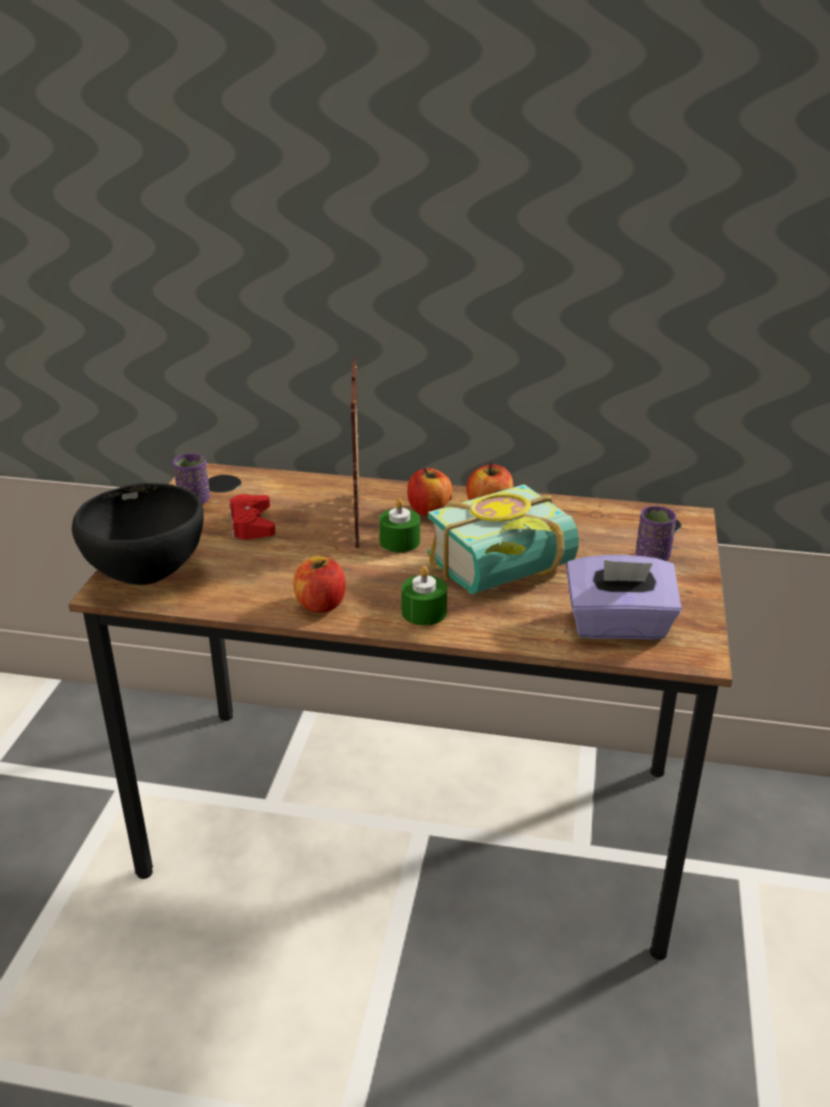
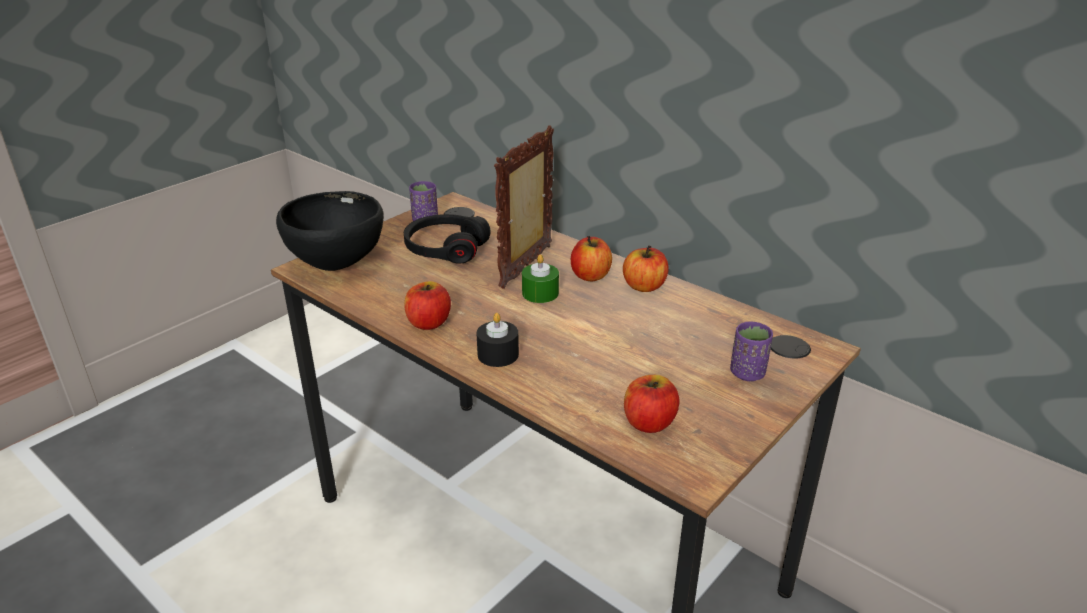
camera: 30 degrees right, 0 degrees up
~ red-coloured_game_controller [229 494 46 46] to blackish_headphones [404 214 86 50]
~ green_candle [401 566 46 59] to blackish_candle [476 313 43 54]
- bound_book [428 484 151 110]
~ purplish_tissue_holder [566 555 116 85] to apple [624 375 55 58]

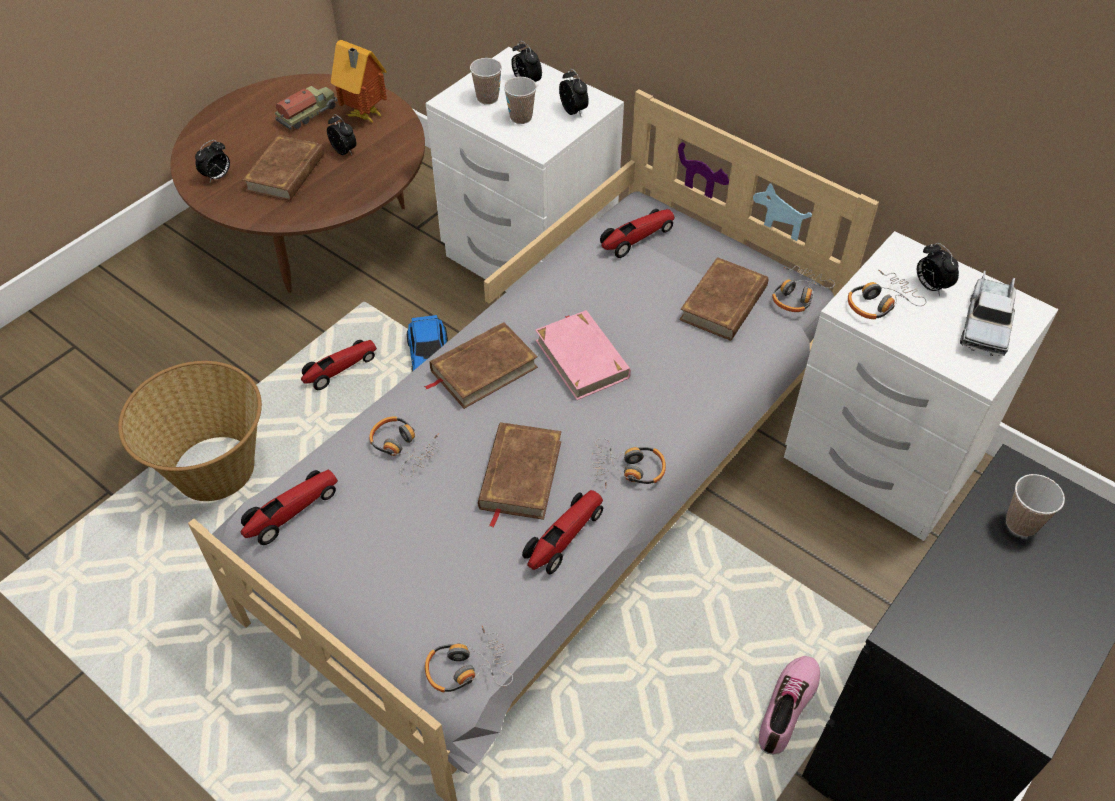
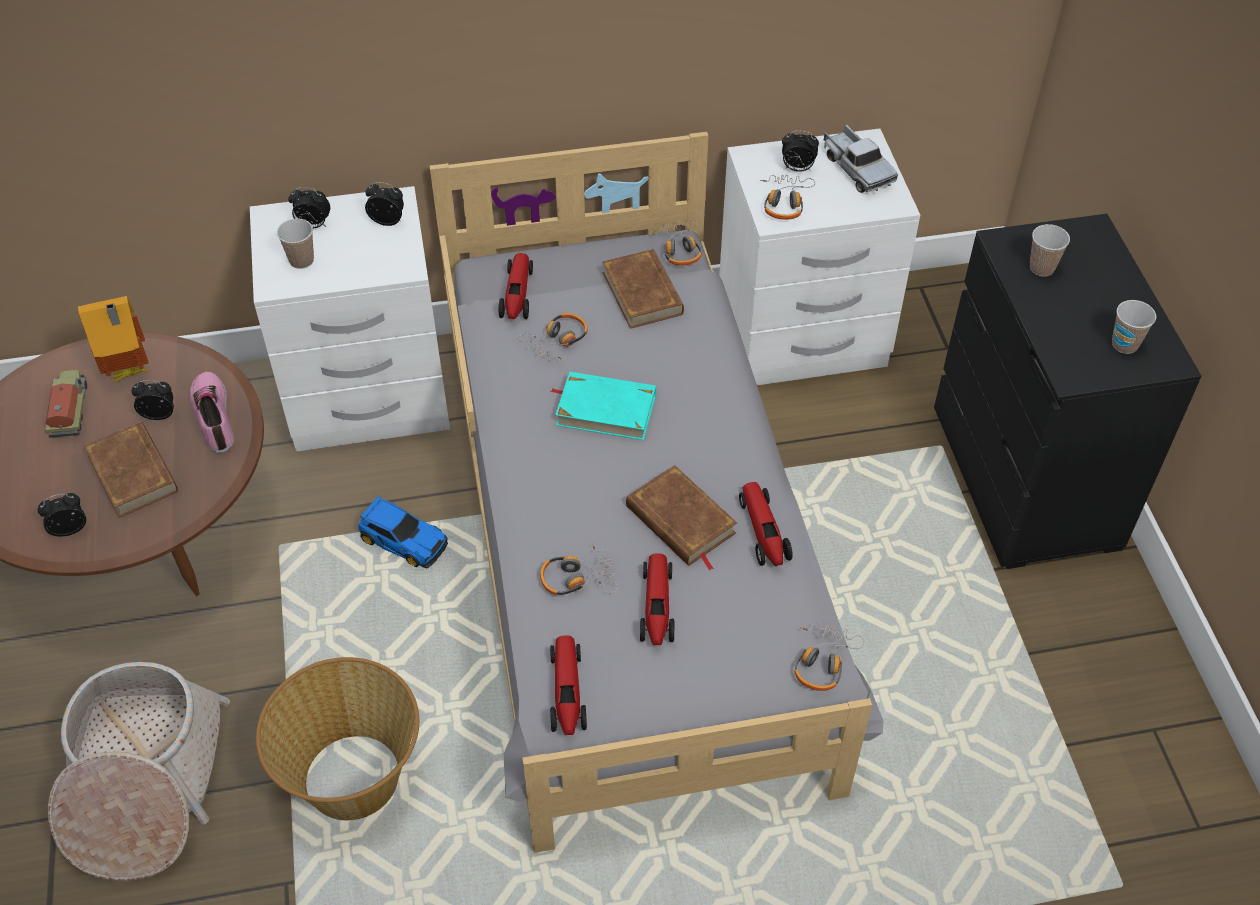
camera: 50 degrees left, 0 degrees up
~ alarm_clock [195 140 35 42] = [38 493 48 43] 105 degrees counterclockwise
~ miniature_car [301 340 76 50] to [640 553 34 92]
- brown-coloured_bound_book [424 322 114 87]
~ cup [504 77 33 47] to [1112 300 44 54]
~ pink-coloured_bound_book [536 310 95 90] to turquoise_bound_book [551 372 105 68]
~ headphones [592 438 74 51] to [519 313 69 47]
~ low_shoe [758 656 62 99] to [190 372 44 81]
+ basket [48 662 182 219]

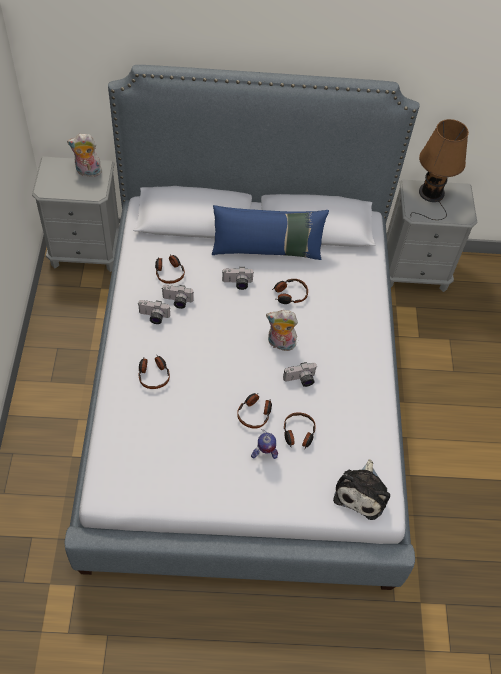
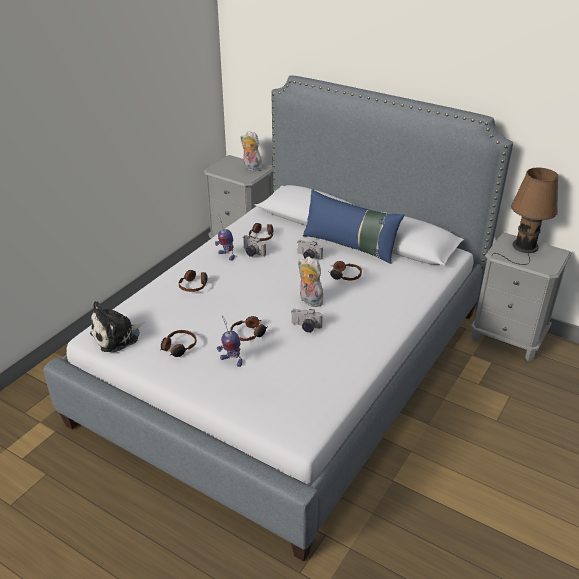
camera: 35 degrees right, 20 degrees down
~ photo_camera [138 300 32 24] to model_robot [215 215 20 45]
~ headphones [284 412 31 38] to [160 330 37 27]
~ plush_toy [333 459 57 61] to [90 301 54 51]

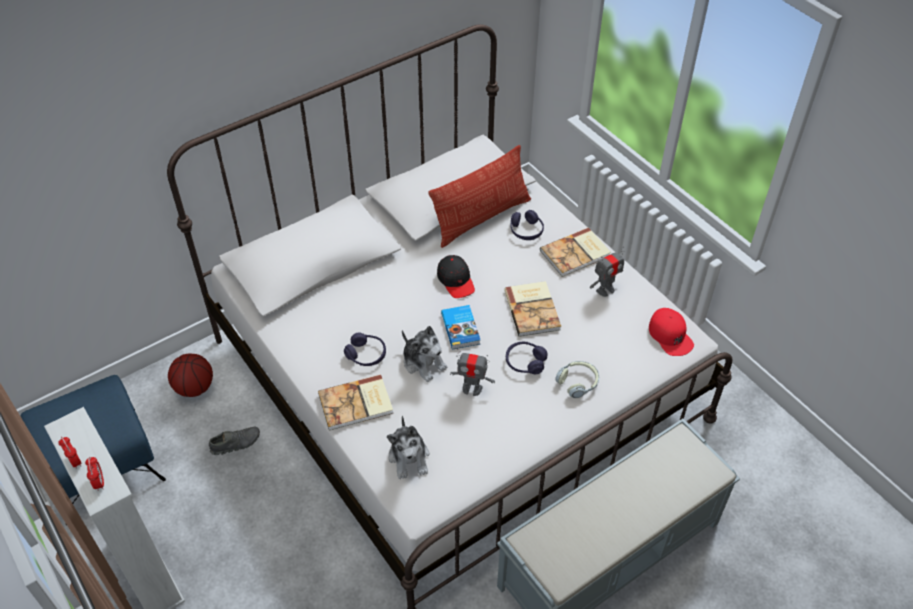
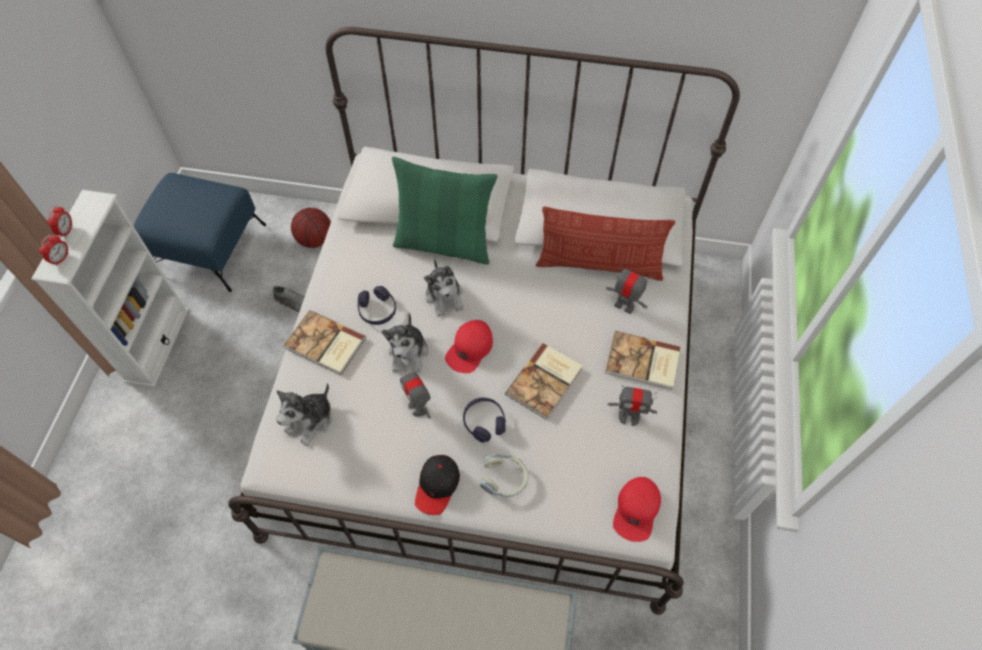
camera: 45 degrees right, 10 degrees up
~ blackish_peaked_cap [437 255 38 43] to [415 455 45 60]
~ bound_book [441 305 39 44] to red-coloured_peaked_cap [445 320 48 53]
~ purplish_headphones [511 210 33 30] to model_robot [606 265 44 49]
+ green_cushion [392 157 106 107]
+ plush_toy [424 259 40 58]

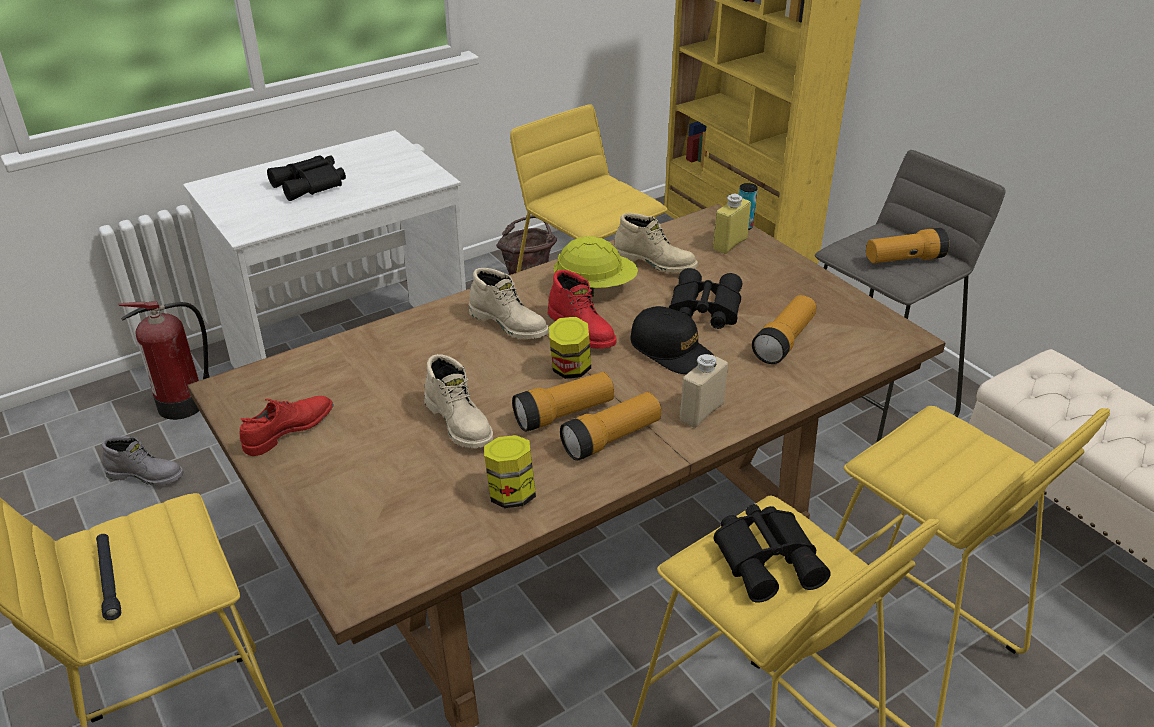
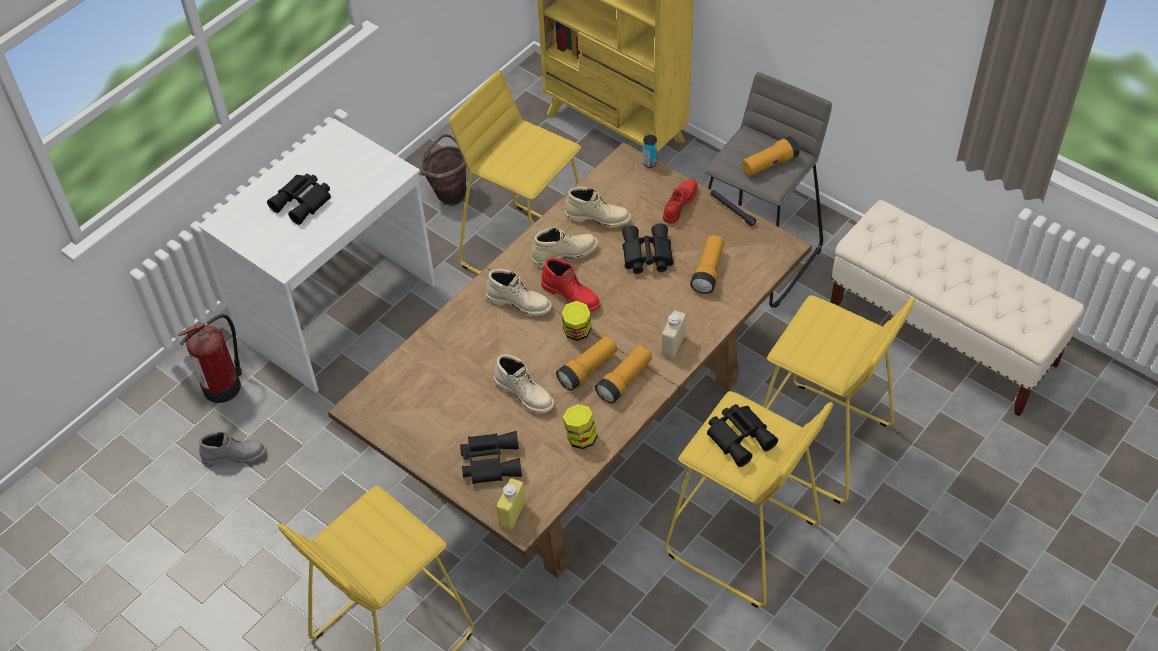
camera: 15 degrees left, 15 degrees up
~ blackish_hand_torch [96 534 25 86] to [710 190 46 36]
~ red-coloured_low_shoe [240 396 94 60] to [663 179 35 45]
~ yellow-coloured_hard_hat [553 236 85 60] to beige-coloured_tall_boot [532 227 66 41]
- blackish_peaked_cap [630 306 85 68]
~ yellow-coloured_bottle [713 194 38 60] to [497 478 29 52]
+ blackish_pair_of_binoculars [460 431 62 53]

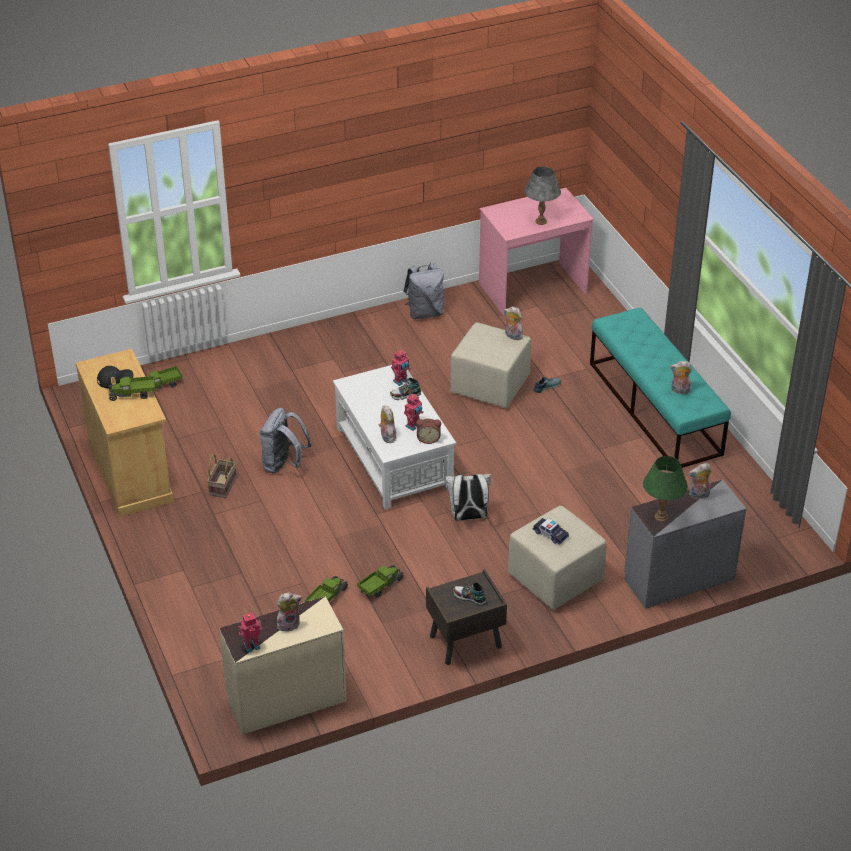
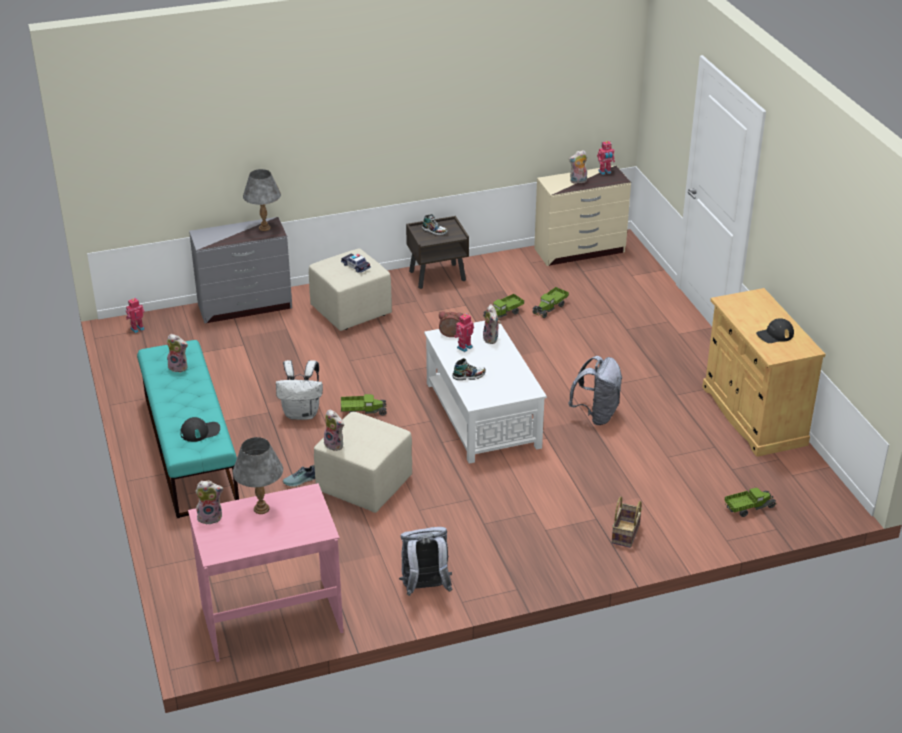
camera: 175 degrees left, 5 degrees down
~ toy_truck [108 376 47 25] to [341 394 46 22]
~ basket [207 454 30 44] to [612 497 30 51]
~ model_robot [391 350 20 36] to [126 298 19 35]
~ white-coloured_backpack [444 472 47 48] to [276 360 47 60]
~ green_table_lamp [643 456 45 66] to greyish_table_lamp [243 169 38 62]
~ plush_toy [689 463 23 36] to [195 481 28 44]
+ blackish_peaked_cap [180 417 40 25]

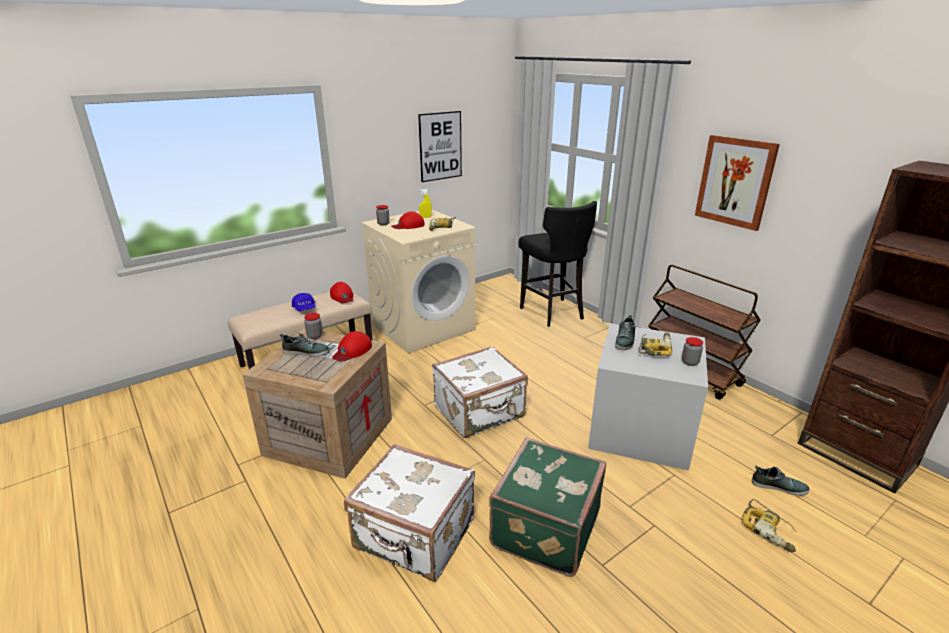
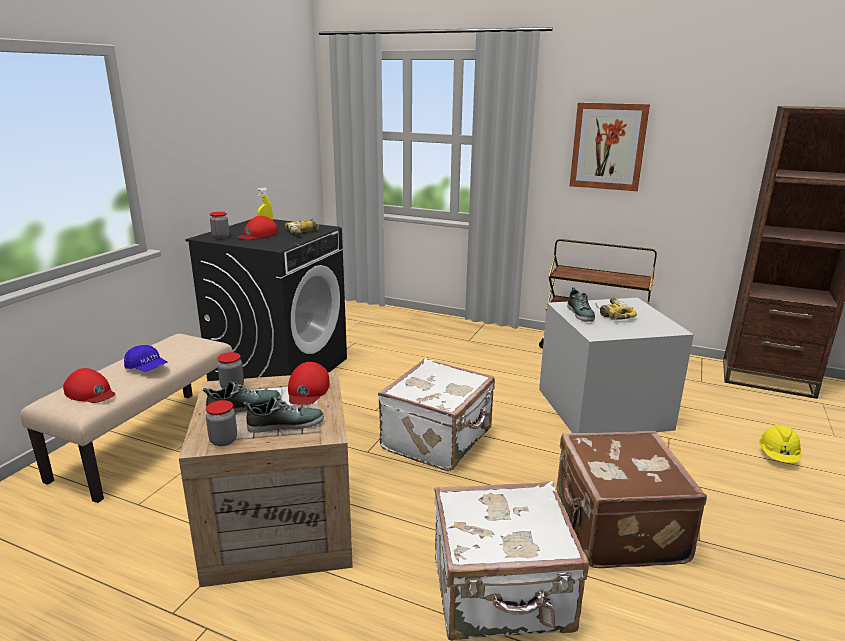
camera: 30 degrees left, 5 degrees down
~ red-coloured_peaked_cap [330 282 23 21] to [63 368 52 35]
~ beige-coloured_washing_machine [361 210 114 144] to blackish_washing_machine [185 219 162 162]
- wall_art [418 111 44 71]
~ green_suitcase [489 437 117 140] to brown-coloured_suitcase [557 431 150 137]
- blackish_sitting_stool [519 201 78 126]
~ preserve_jar [682 337 21 29] to [206 400 31 46]
~ power_drill [742 499 55 53] to yellow-coloured_hard_hat [759 425 42 38]
~ low_shoe [752 466 57 29] to [243 396 81 37]

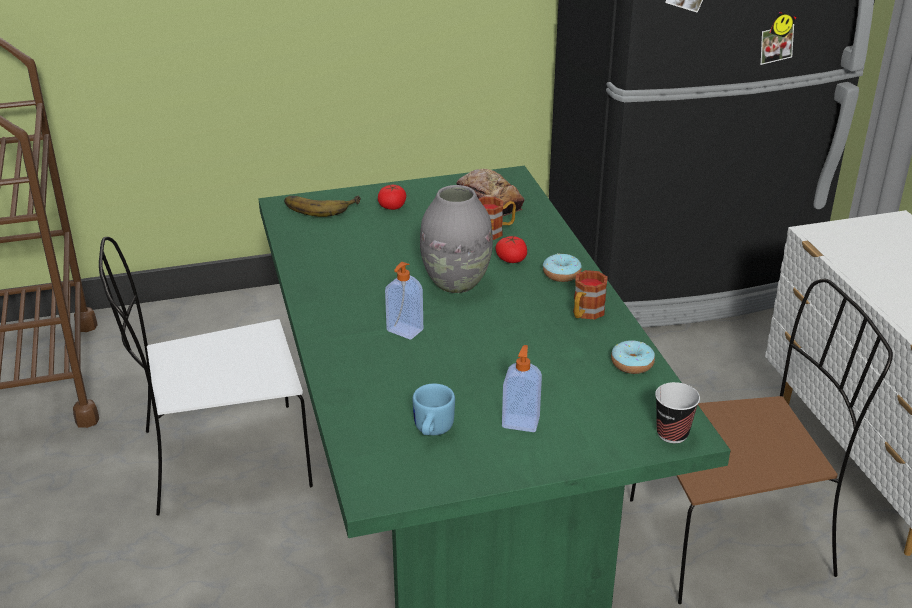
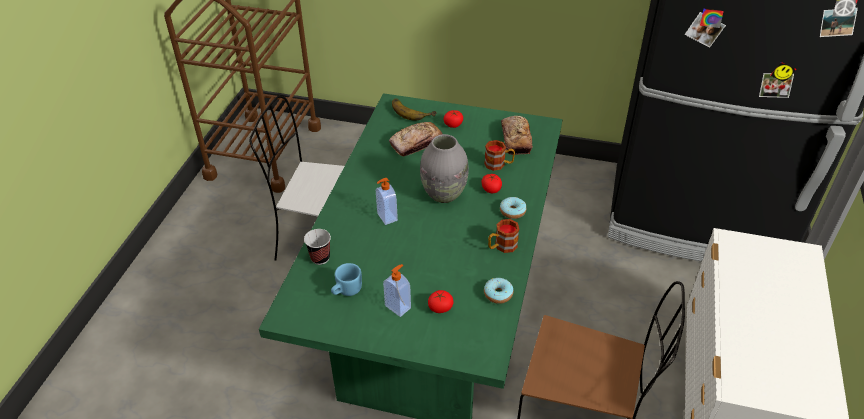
camera: 30 degrees right, 10 degrees up
~ cup [655 382 45 61] to [304 229 27 36]
+ baked_bread [389 122 54 34]
+ tomato [428 290 25 23]

